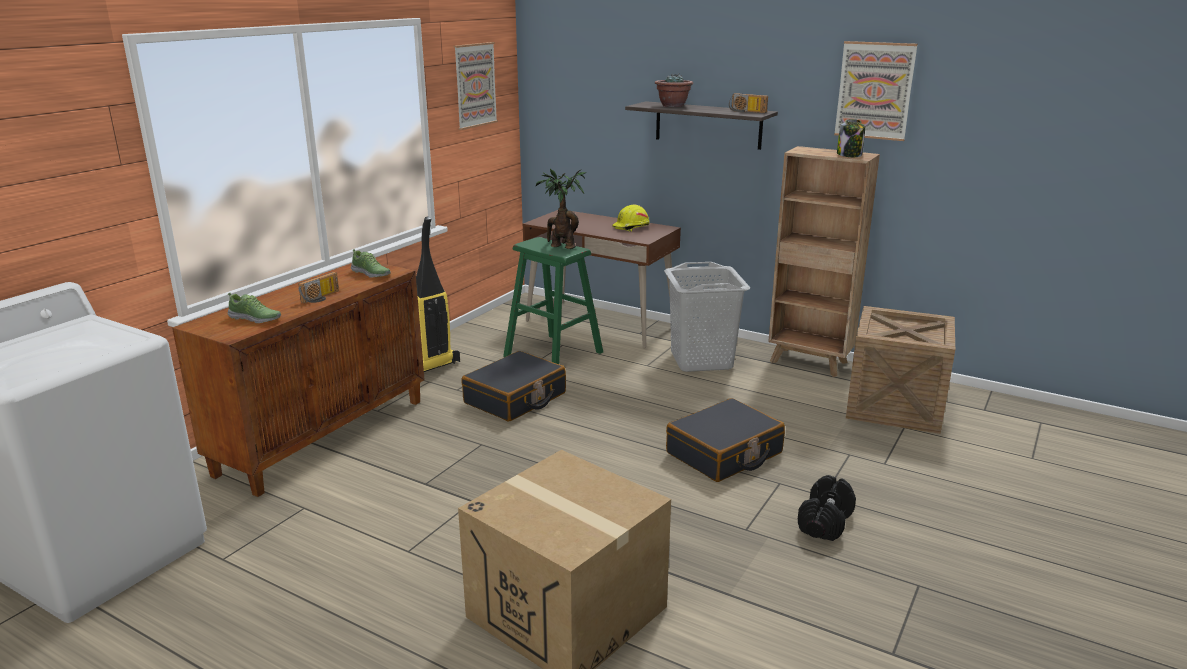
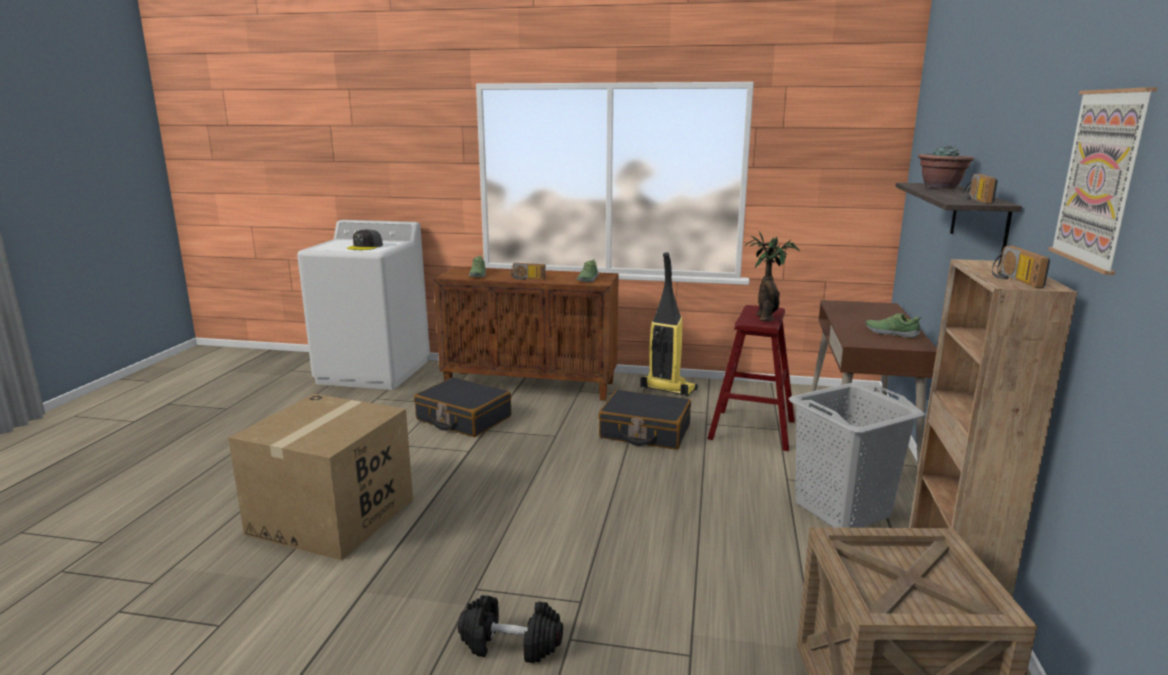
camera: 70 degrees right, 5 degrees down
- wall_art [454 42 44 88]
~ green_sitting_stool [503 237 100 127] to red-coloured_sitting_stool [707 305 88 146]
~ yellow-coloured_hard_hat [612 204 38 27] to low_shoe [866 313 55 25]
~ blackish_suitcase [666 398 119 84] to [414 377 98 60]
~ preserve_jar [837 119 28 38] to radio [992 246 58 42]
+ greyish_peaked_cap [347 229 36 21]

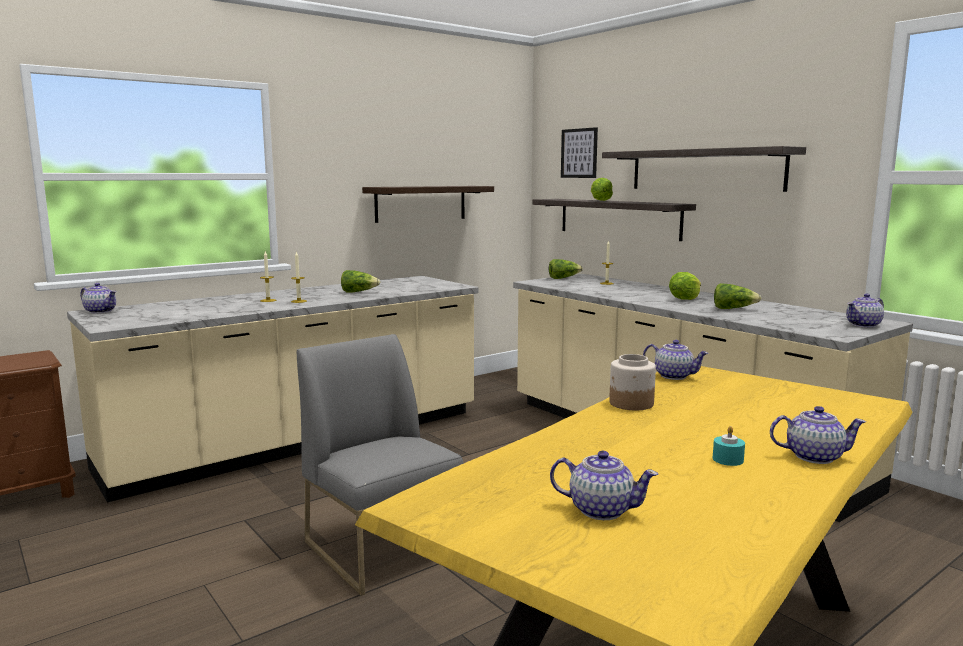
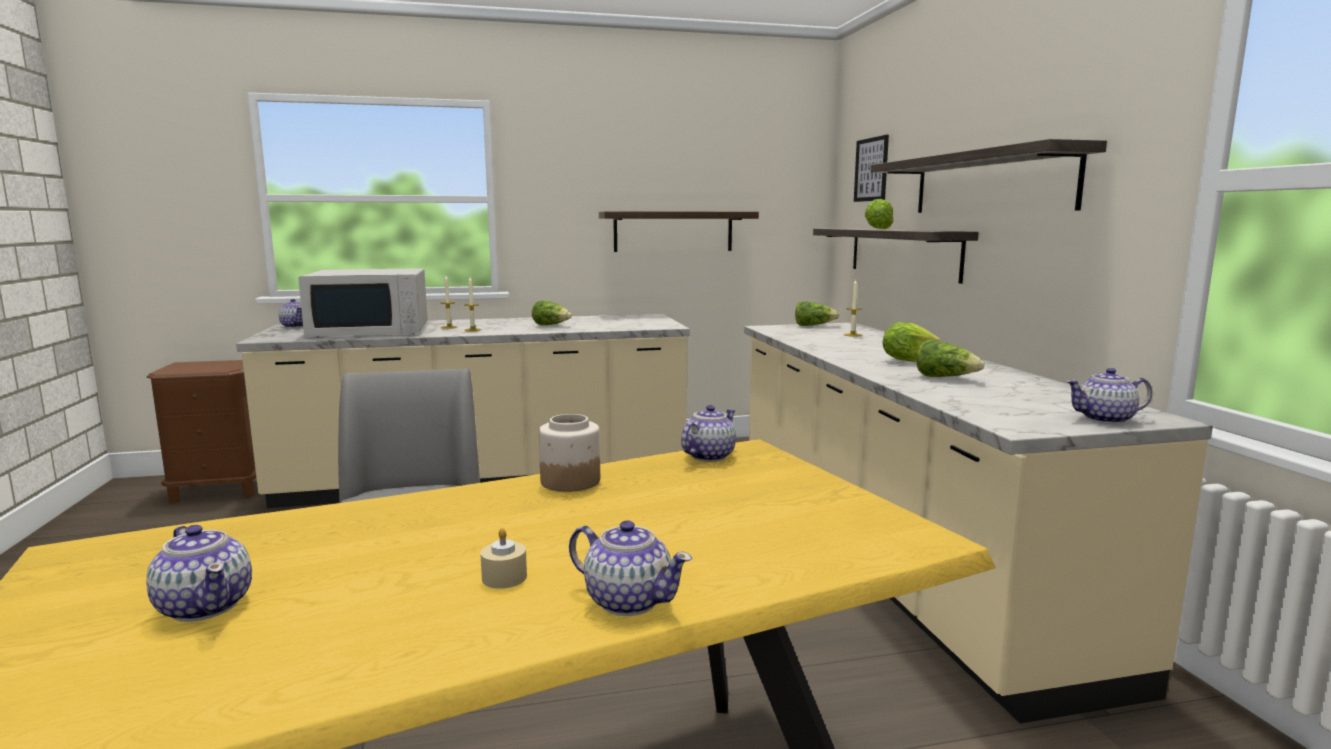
camera: 25 degrees right, 0 degrees up
~ pot_for_tea [643 340 66 40] = [681 405 55 57] 105 degrees counterclockwise
~ turquoise_candle [713 426 32 40] to beige-coloured_candle [480 528 47 61]
+ white-coloured_microwave_oven [298 268 130 69]

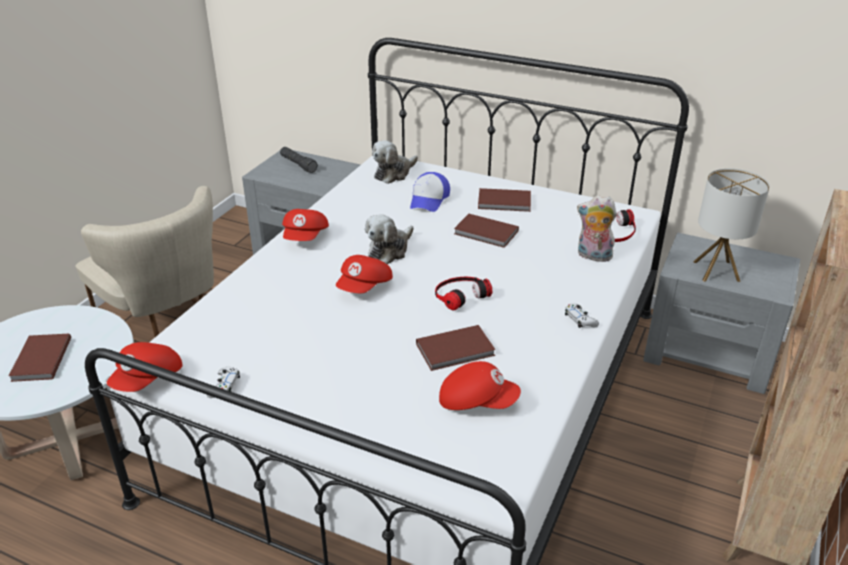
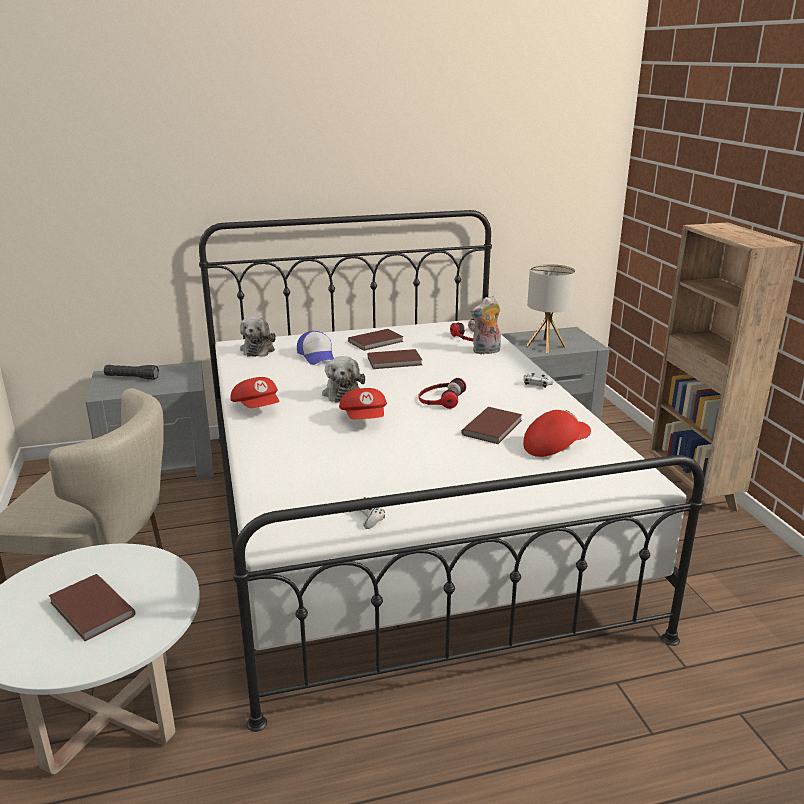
camera: 40 degrees left, 10 degrees down
- red-coloured_peaked_cap [107 342 76 50]

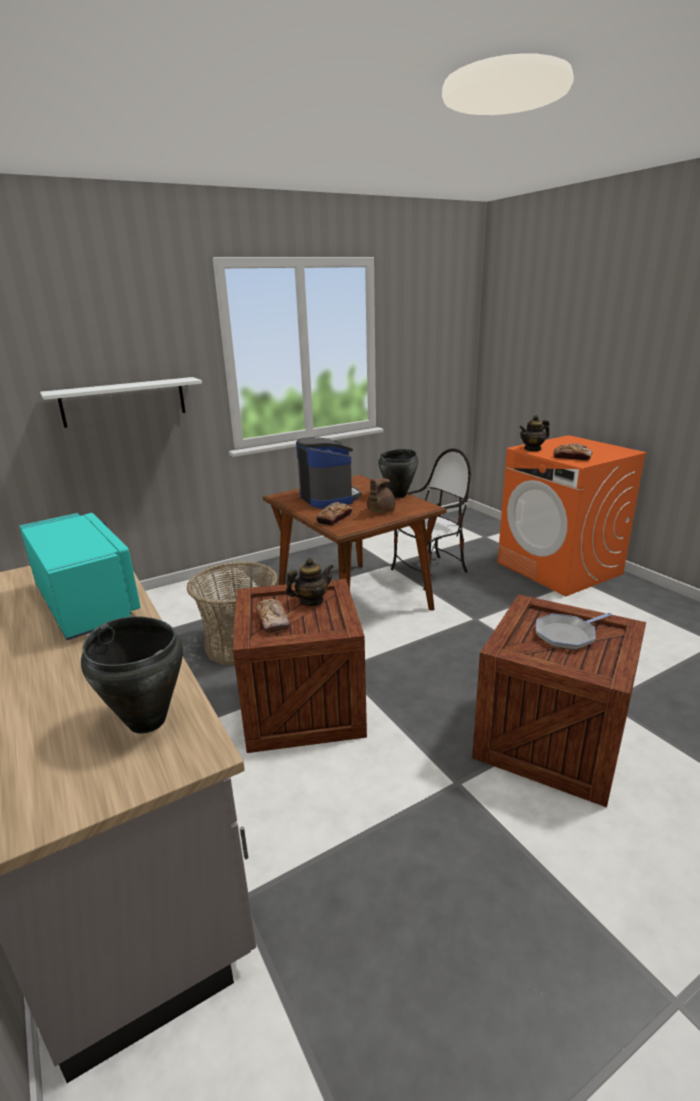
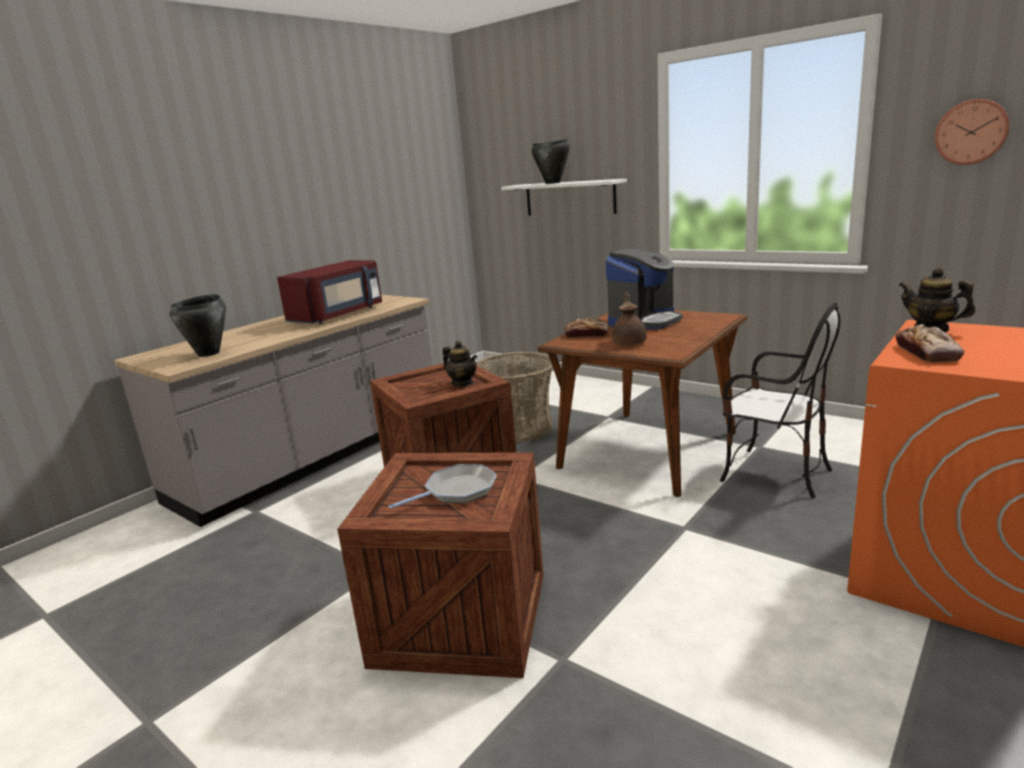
camera: 70 degrees right, 5 degrees down
~ turquoise_microwave_oven [19 513 122 127] to red-coloured_microwave_oven [277 260 105 64]
- baked_bread [255 599 35 34]
~ brown-coloured_pot_for_tea [367 478 28 35] = [612 292 35 54] 90 degrees clockwise
~ blackish_saucepot [378 449 40 49] to [531 139 39 45]
~ pan [536 613 76 37] = [388 464 109 45] 105 degrees clockwise
+ wall_clock [935 99 75 66]

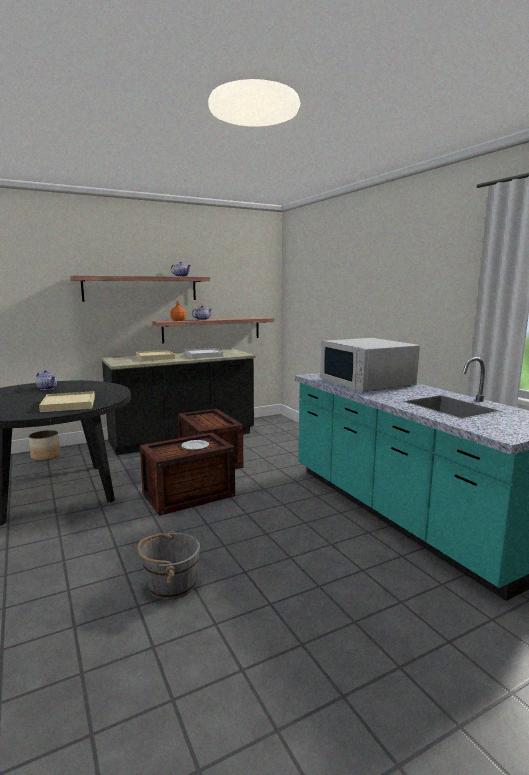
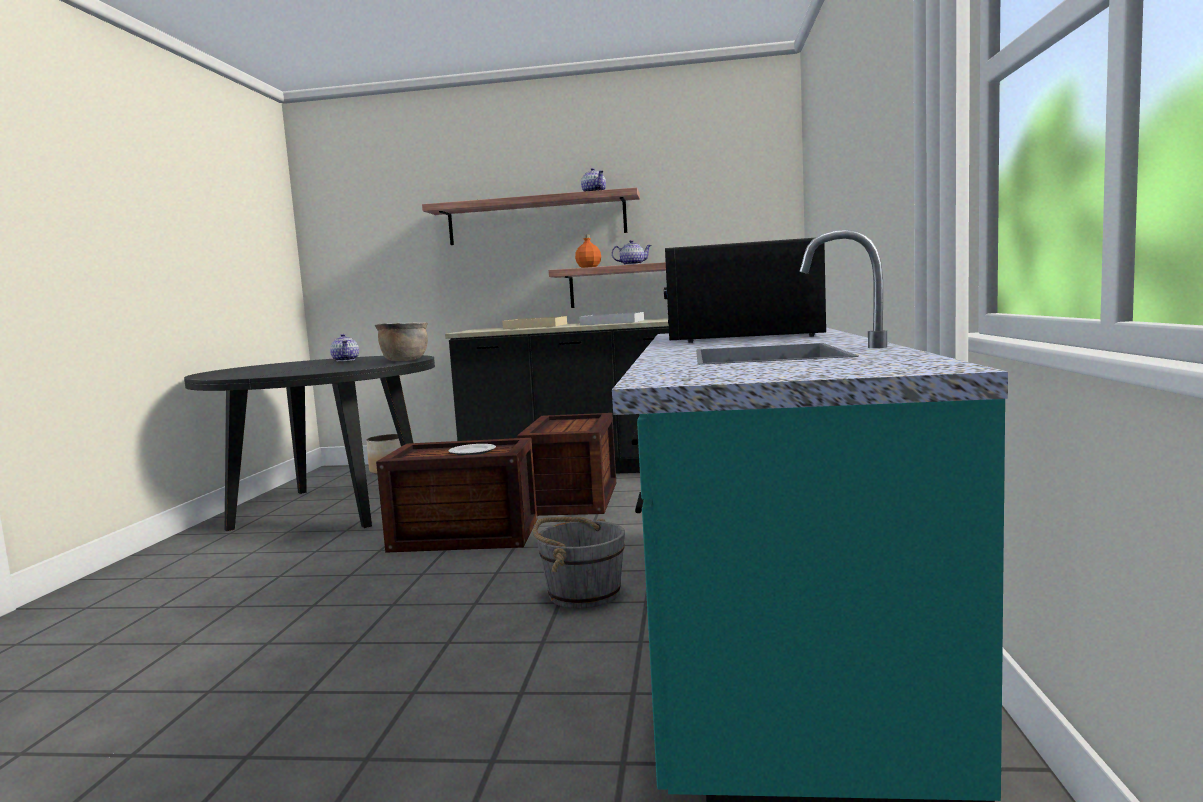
camera: 35 degrees right, 5 degrees down
- beige-coloured_serving_tray [39 391 56 21]
~ greyish_pail [137 531 63 69] to [533 517 92 92]
~ white-coloured_microwave_oven [320 338 100 54] to blackish_microwave_oven [664 238 162 105]
+ brown-coloured_saucepot [375 322 53 39]

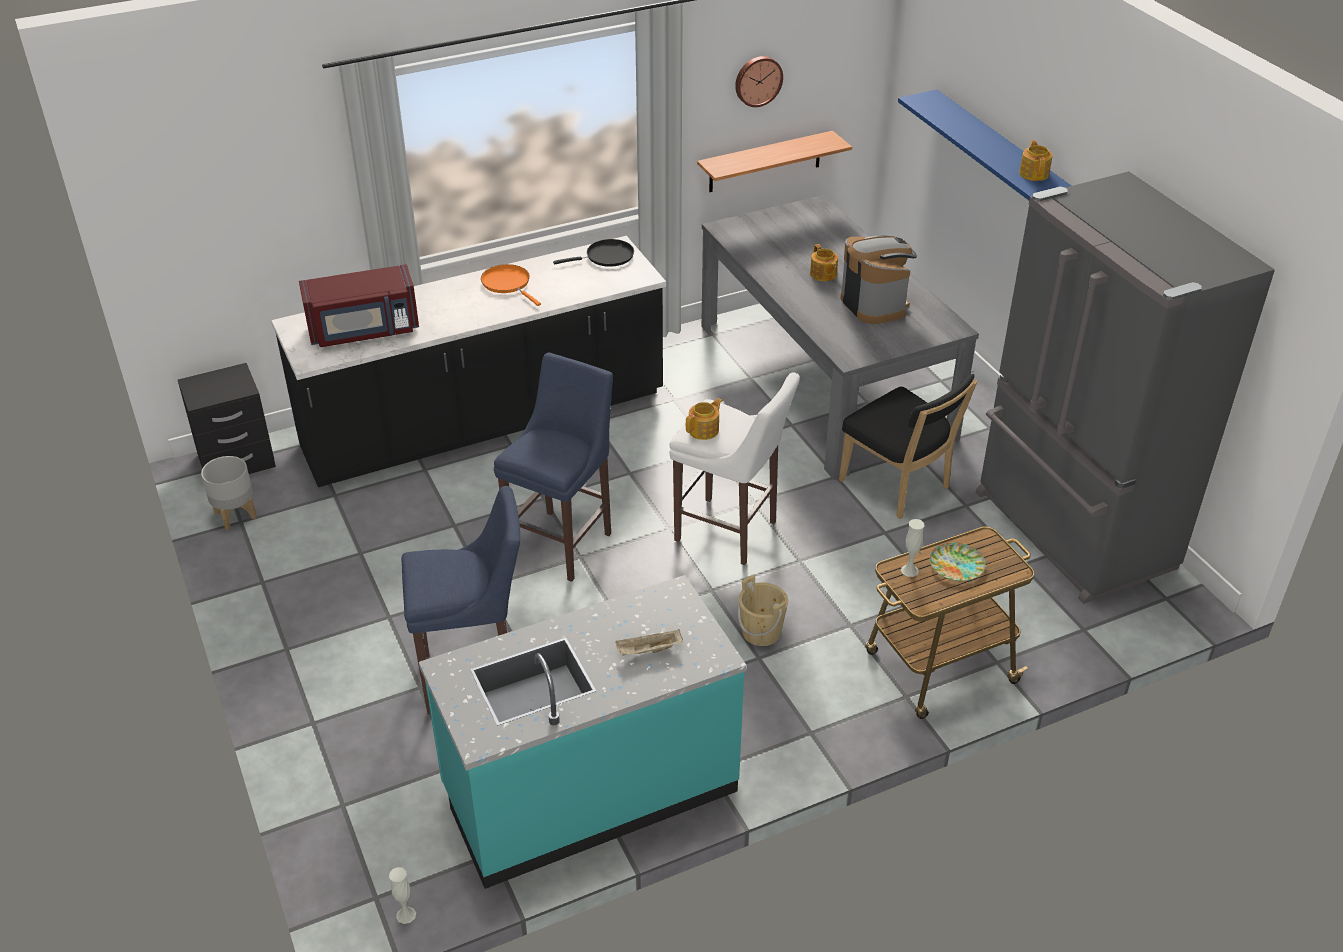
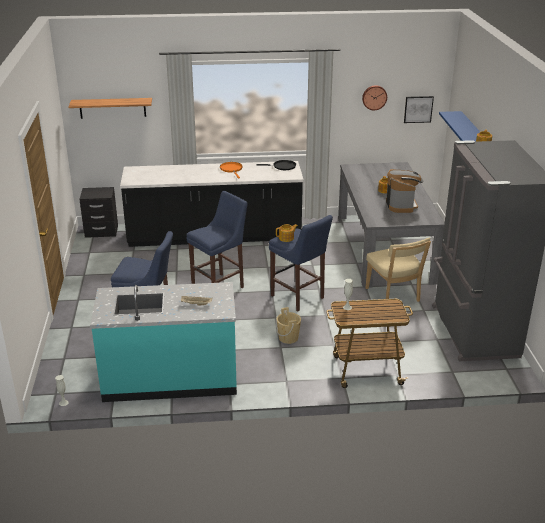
camera: 20 degrees right, 10 degrees down
- greyish_plant_pot [201 456 56 74]
- red-coloured_microwave_oven [299 264 120 83]
~ white-coloured_sitting_stool [670 372 130 193] to bluish_sitting_stool [269 215 64 96]
~ shelf [697 131 155 61] to [68 98 84 21]
~ blackish_upright_chair [839 374 138 145] to beige-coloured_upright_chair [366 238 65 64]
- plate [930 543 56 38]
+ wall_art [404 96 30 27]

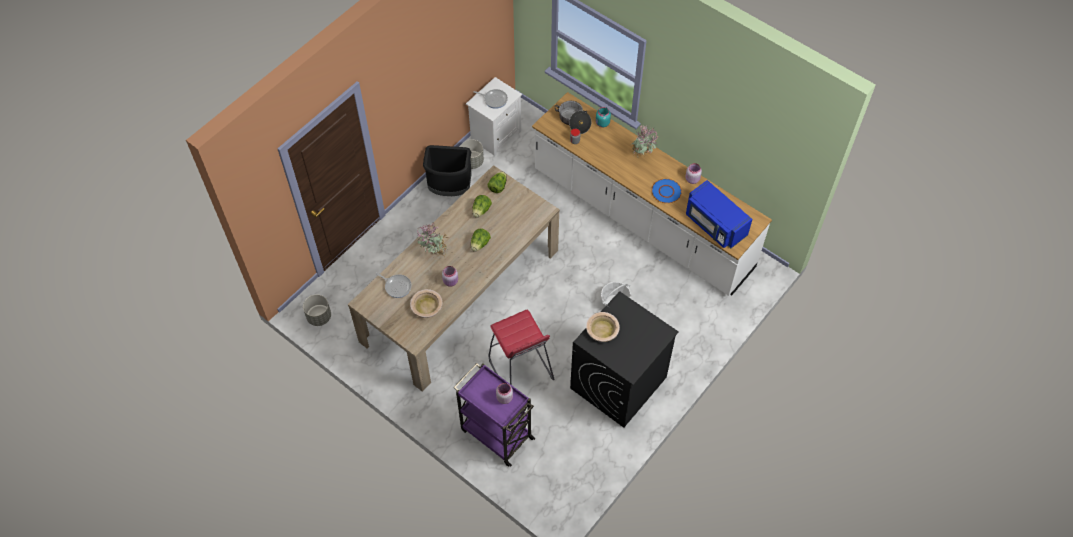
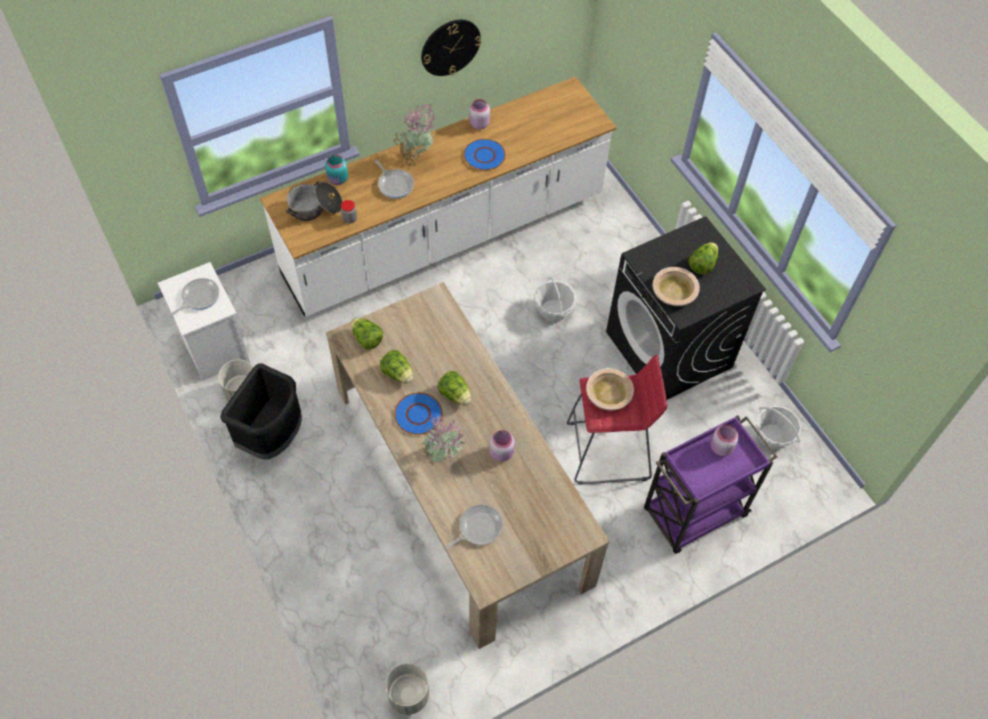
camera: 70 degrees left, 0 degrees up
~ beige-coloured_bowl [410 289 33 29] to [586 368 48 43]
- bluish_microwave_oven [686 180 66 69]
+ pan [374 160 40 39]
+ bluish_plate [394 392 49 43]
+ wall_clock [421 20 60 56]
+ head_of_lettuce [688 243 30 31]
+ basket [756 405 46 45]

